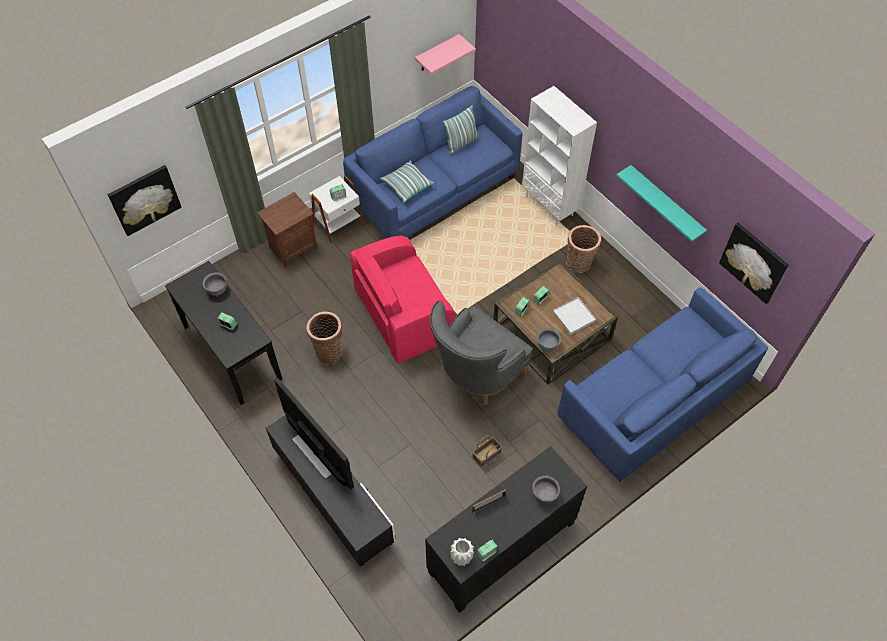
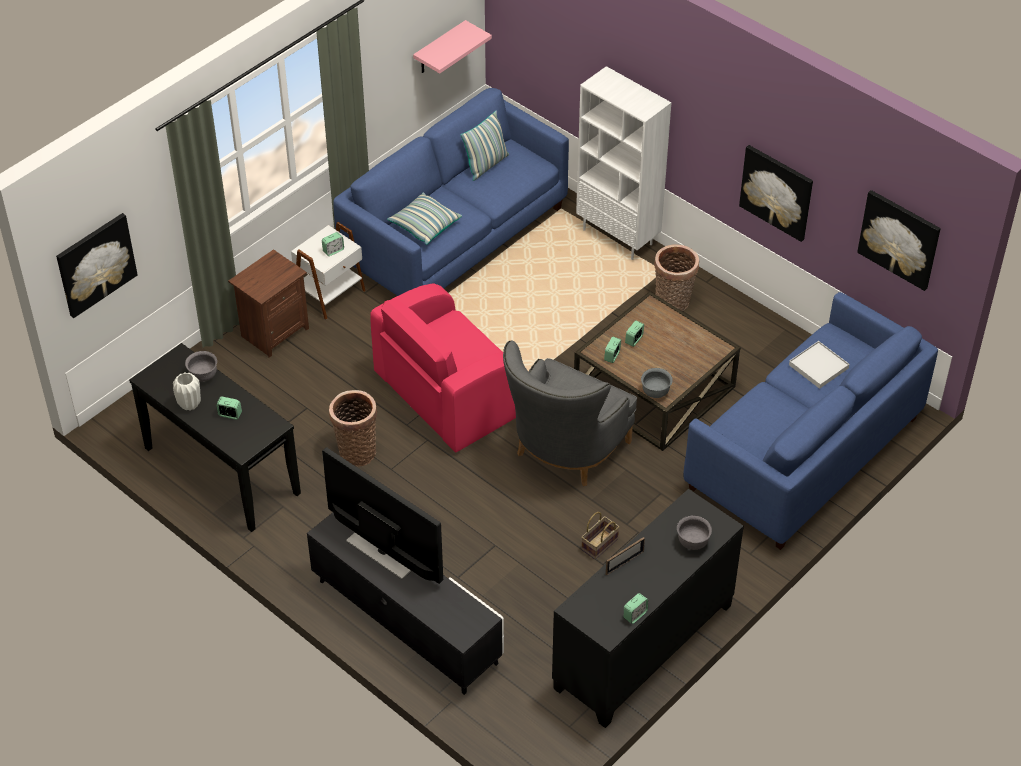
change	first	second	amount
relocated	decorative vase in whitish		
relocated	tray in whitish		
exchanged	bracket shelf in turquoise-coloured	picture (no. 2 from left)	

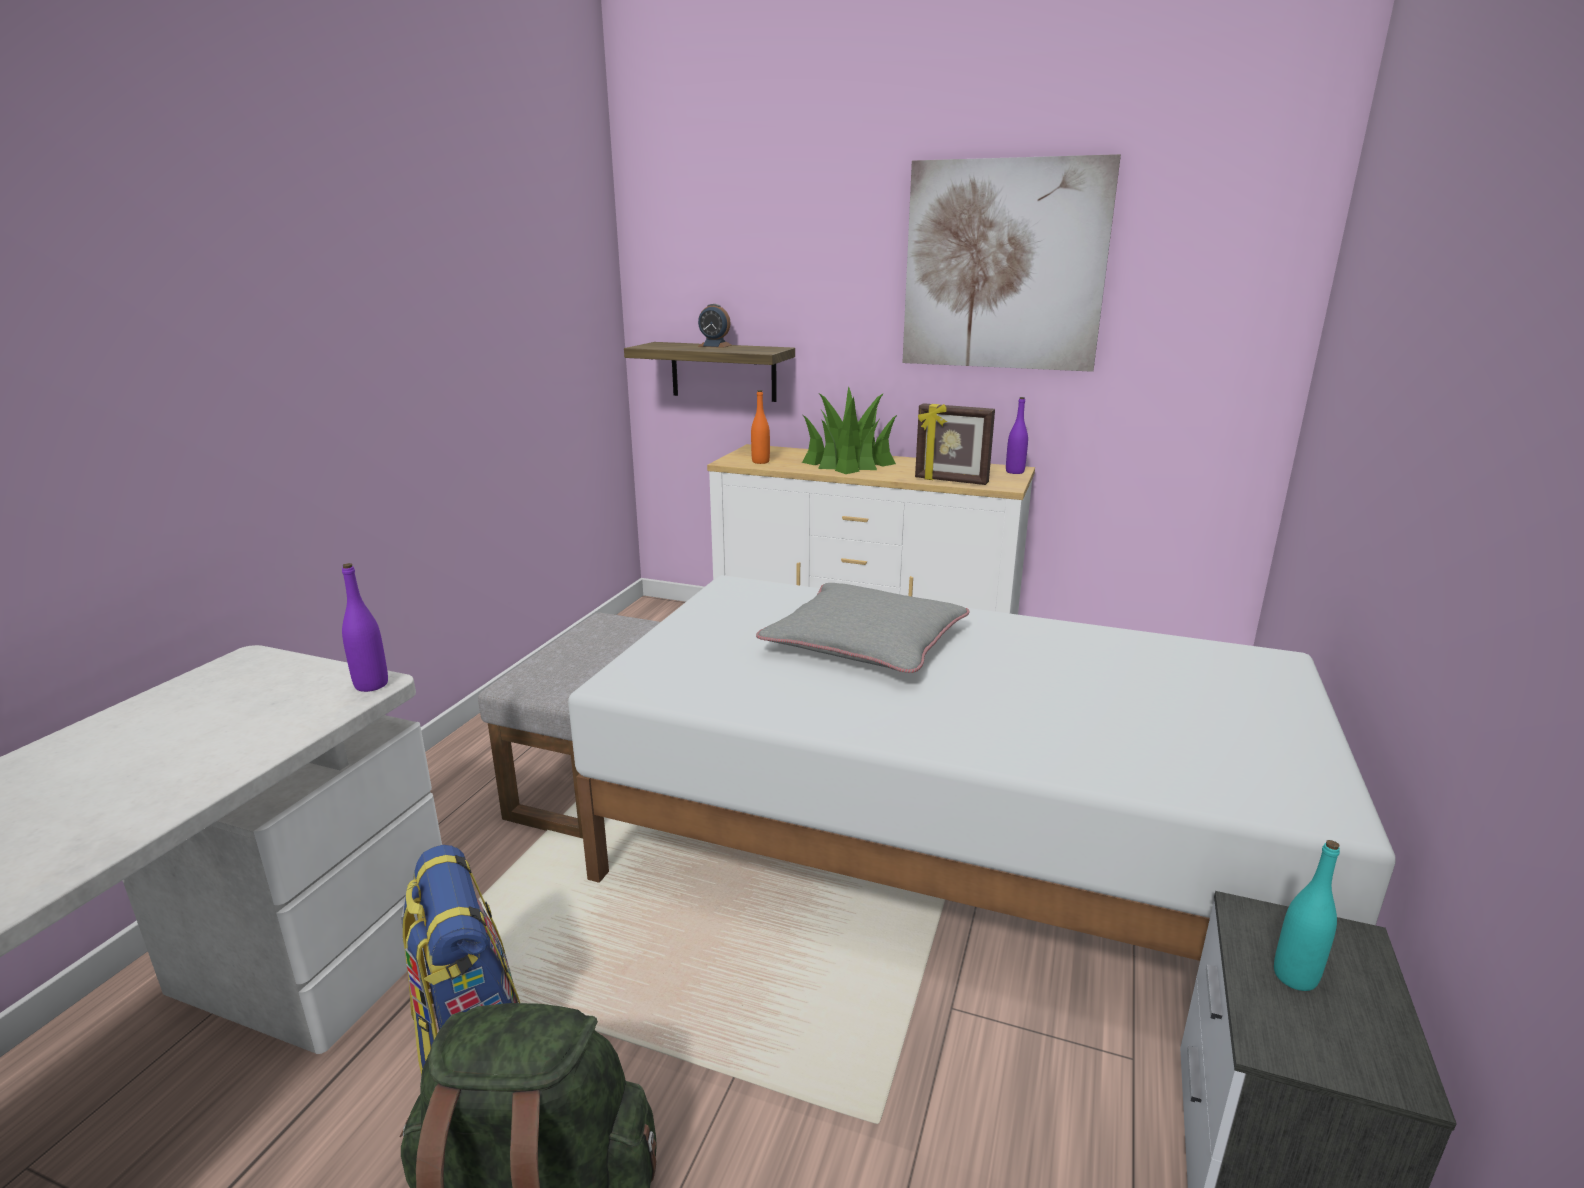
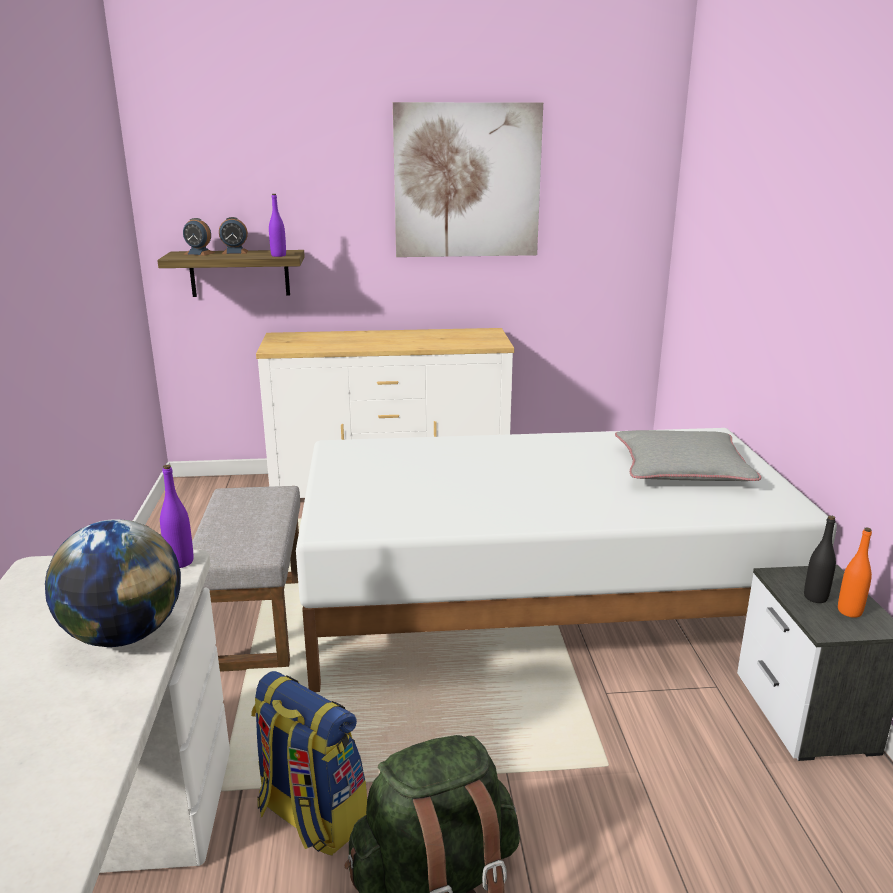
change	first	second	amount
missing	plant in a pot		
missing	picture frame		
appeared		globe	
appeared		bedside clock (no. 1 from left)	
relocated	drink bottle in orangey		
relocated	cushion in greyish		
relocated	drink bottle in purple (no. 2 from left)		
colour	drink bottle in turquoise-coloured	drink bottle in blackish	

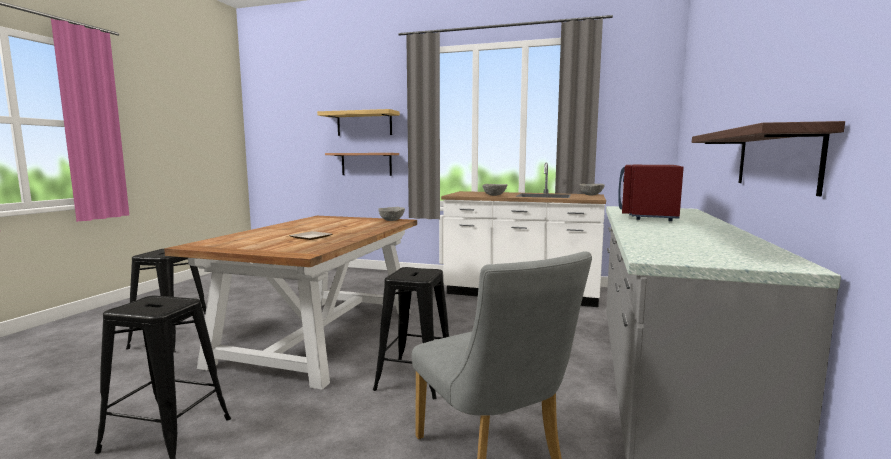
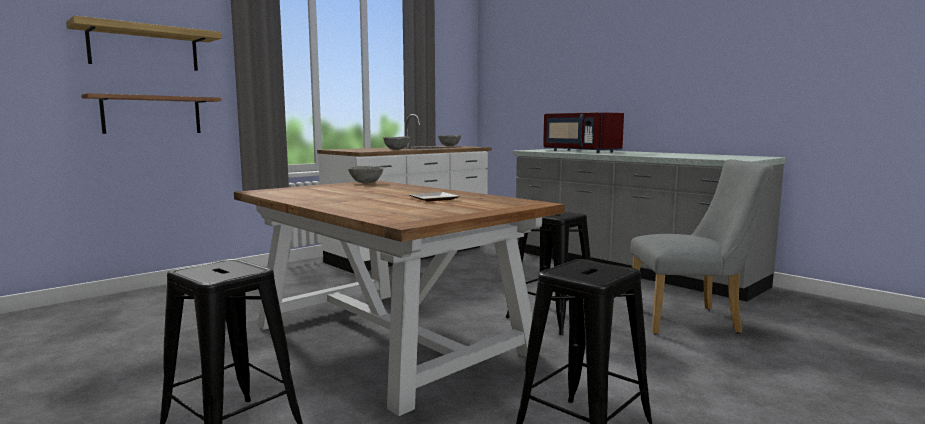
change	first	second	amount
missing	bracket shelf (no. 3 from left)		

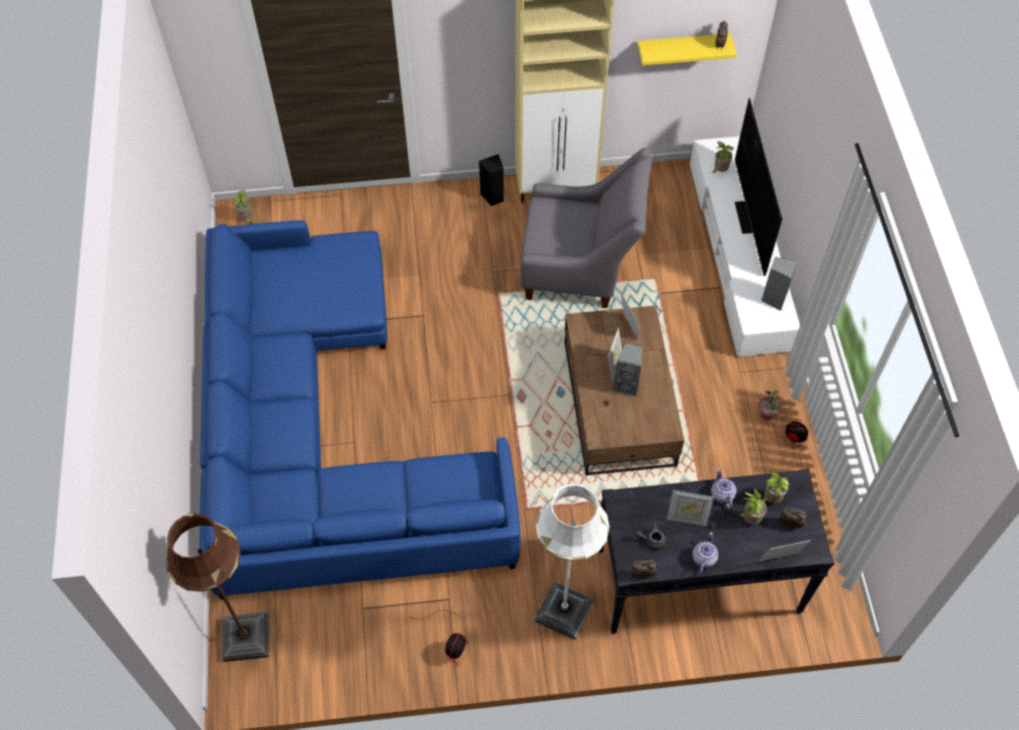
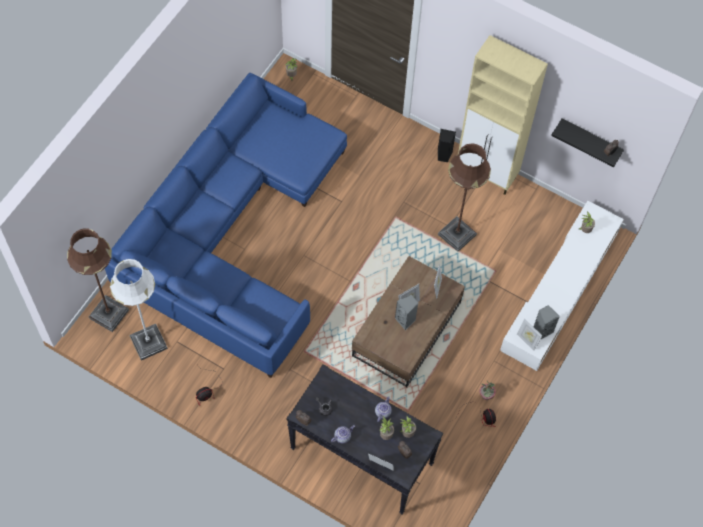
change	first	second	amount
missing	television		
relocated	floor lamp in whitish		
relocated	picture frame (no. 3 from left in the first image)	picture frame (no. 4 from left)	
exchanged	lounge chair in greyish	floor lamp in brown (no. 2 from left)	
colour	bracket shelf in yellow	bracket shelf in blackish	

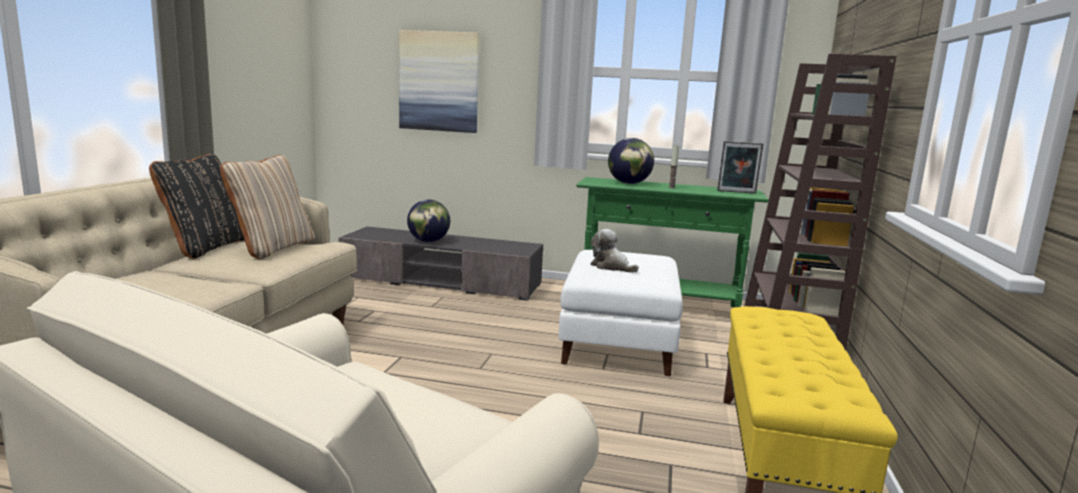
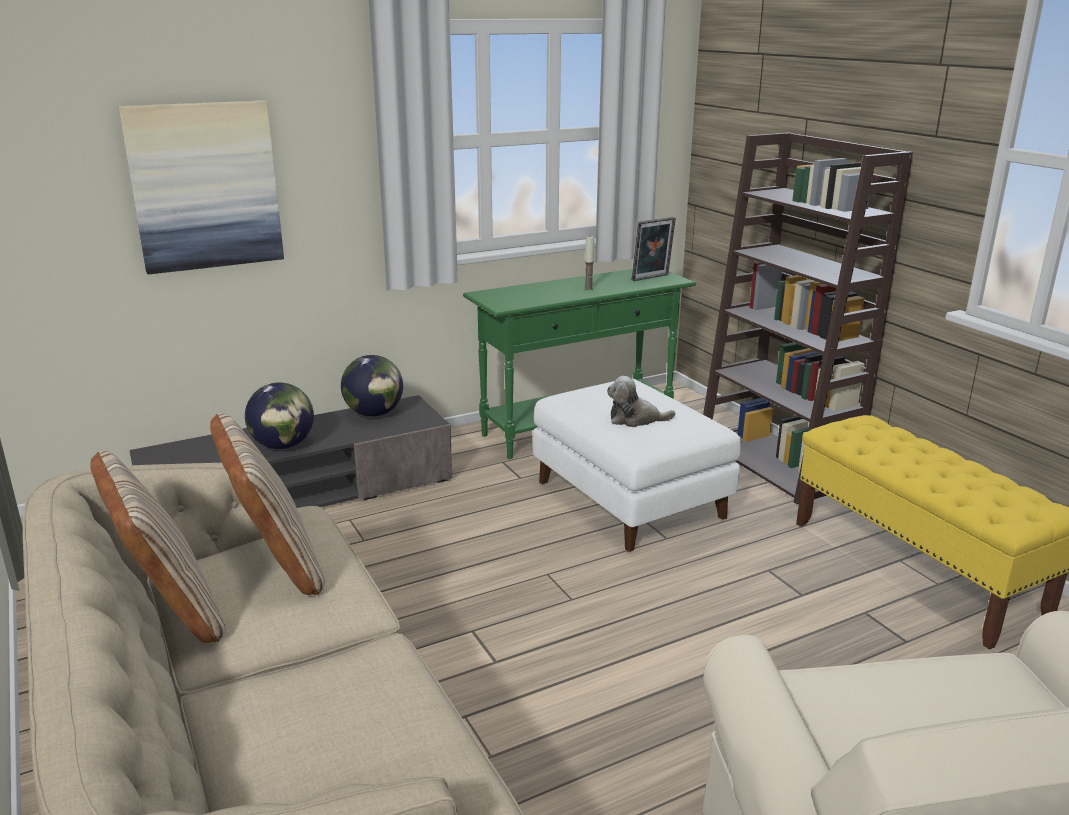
change	first	second	amount
relocated	globe (no. 2 from left)		
colour	cushion in blackish	cushion in beige (no. 1 from left)	

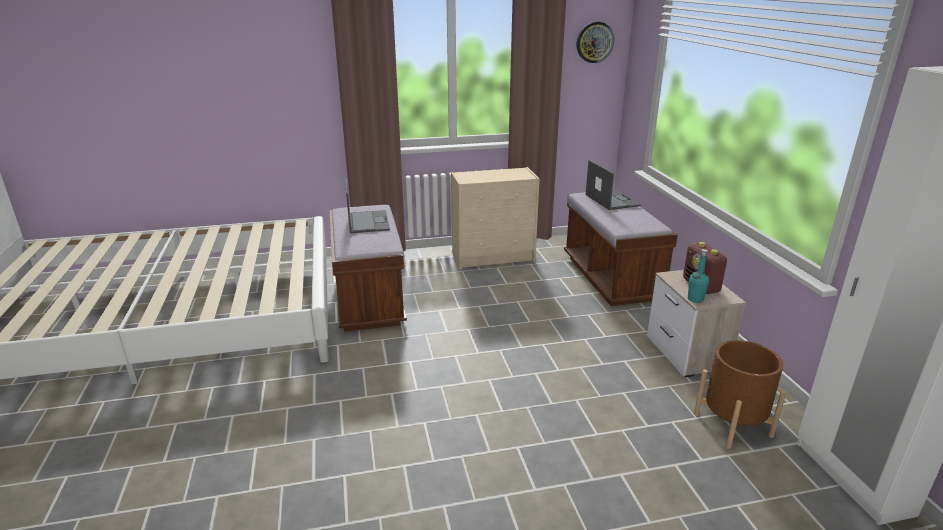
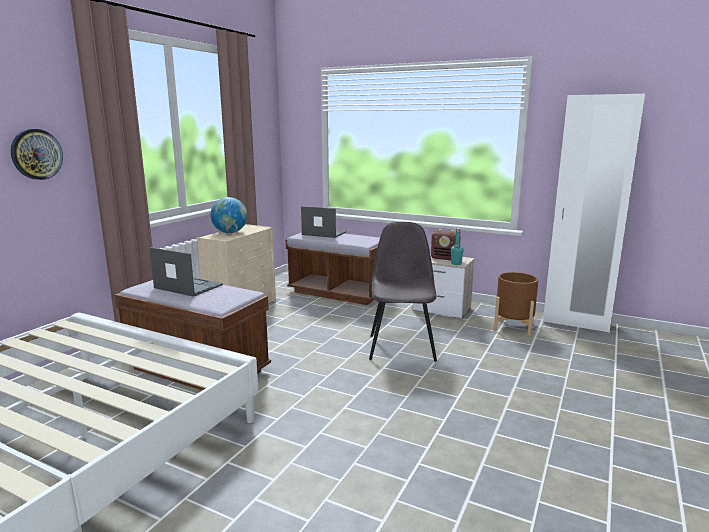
change	first	second	amount
appeared		globe	
appeared		upright chair in greyish	
relocated	hanging clock		

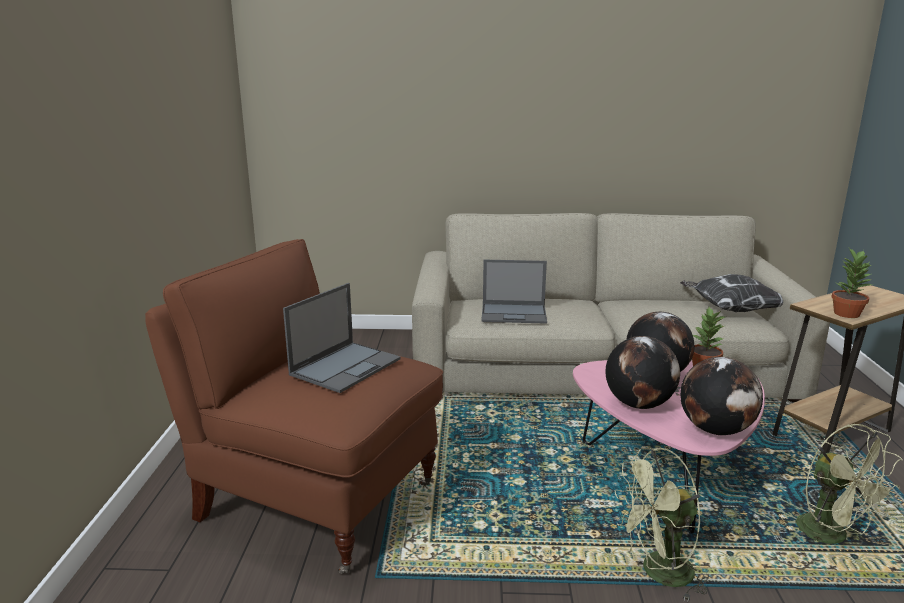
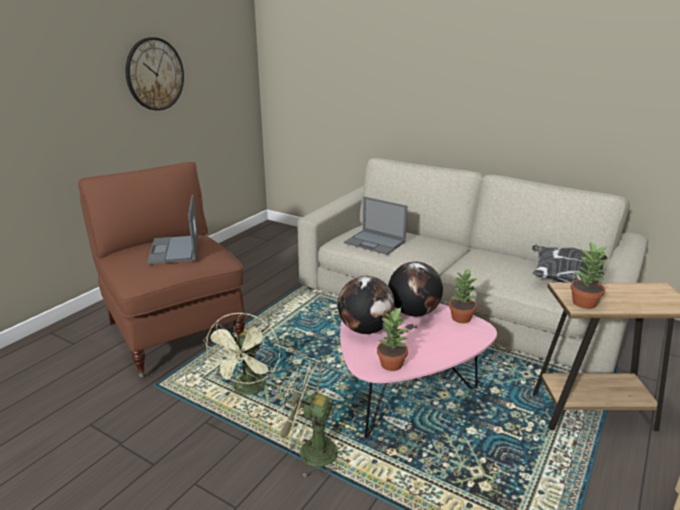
change	first	second	amount
appeared		hanging clock	
relocated	fan in green (no. 2 from left in the first image)	fan in green (no. 1 from left)	
exchanged	globe (no. 3 from left)	plant in a pot (no. 1 from left)	
spun	laptop (no. 1 from left)		105 degrees clockwise

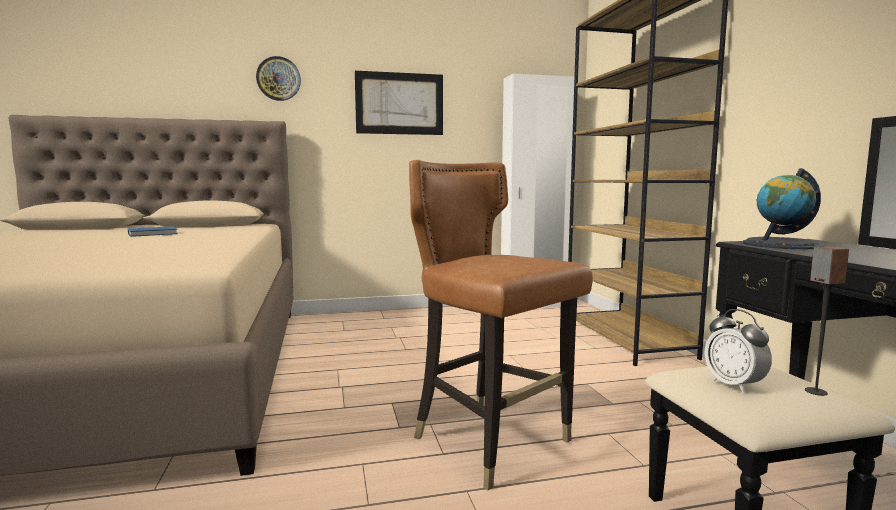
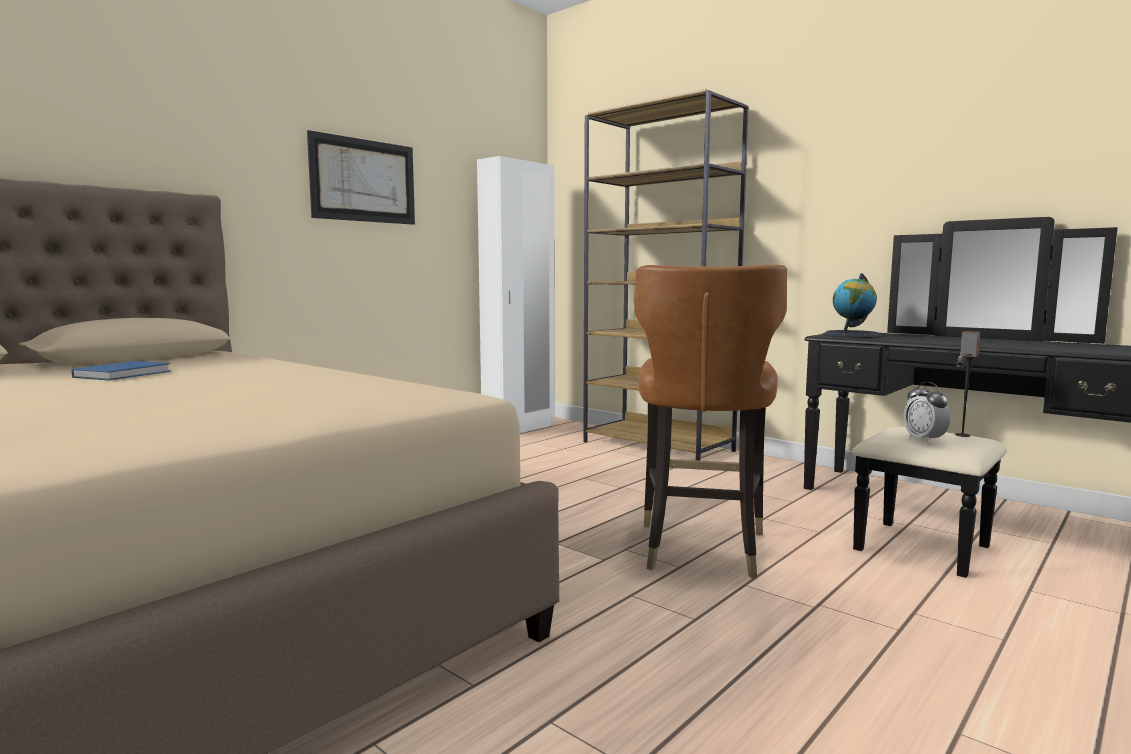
change	first	second	amount
missing	hanging clock		
spun	upright chair in brown		90 degrees counterclockwise
spun	bedside clock		45 degrees clockwise

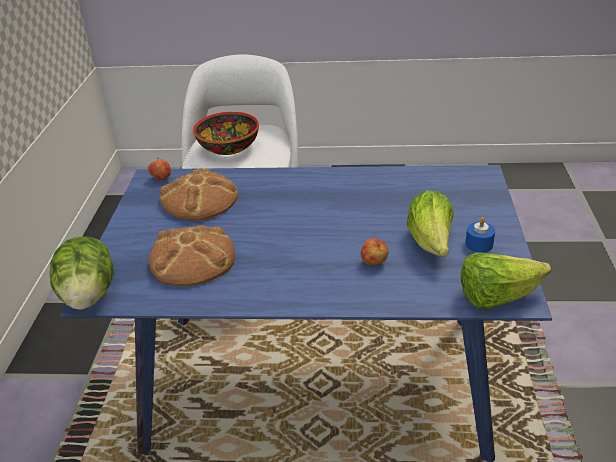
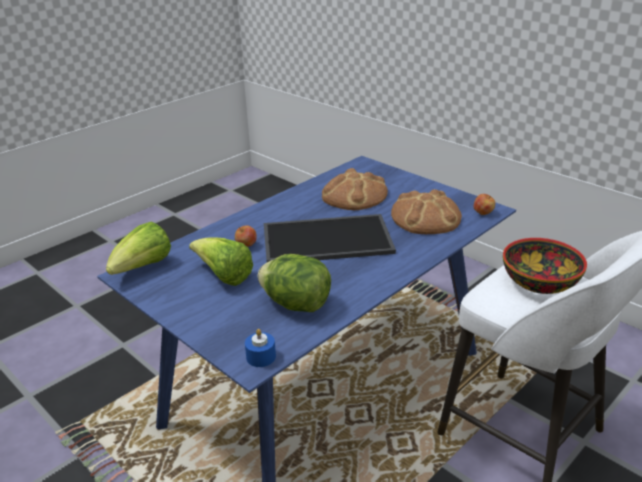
change	first	second	amount
appeared		tray	
relocated	head of lettuce (no. 1 from left in the first image)	head of lettuce (no. 3 from left)	
relocated	wax light in bluish		

